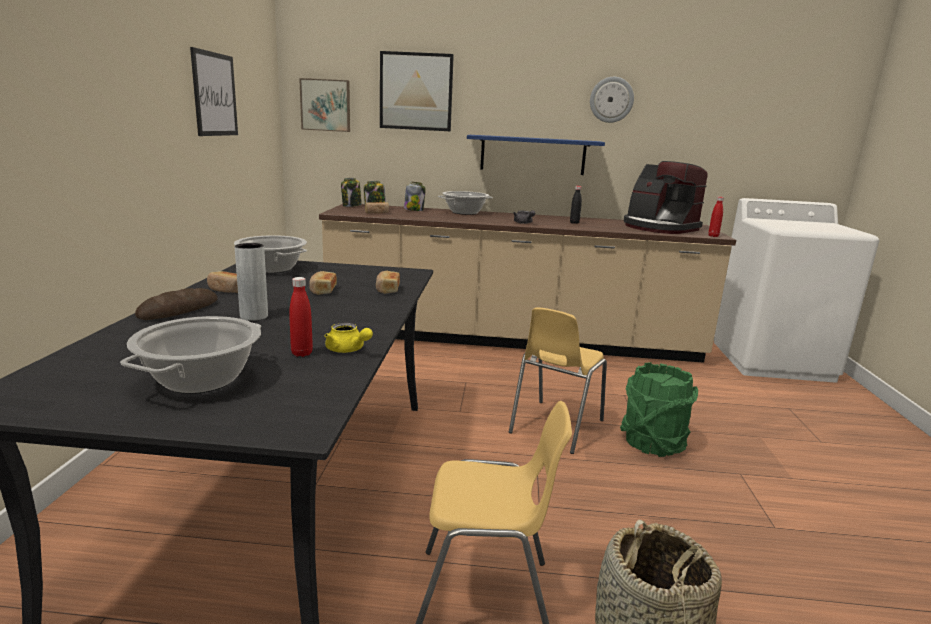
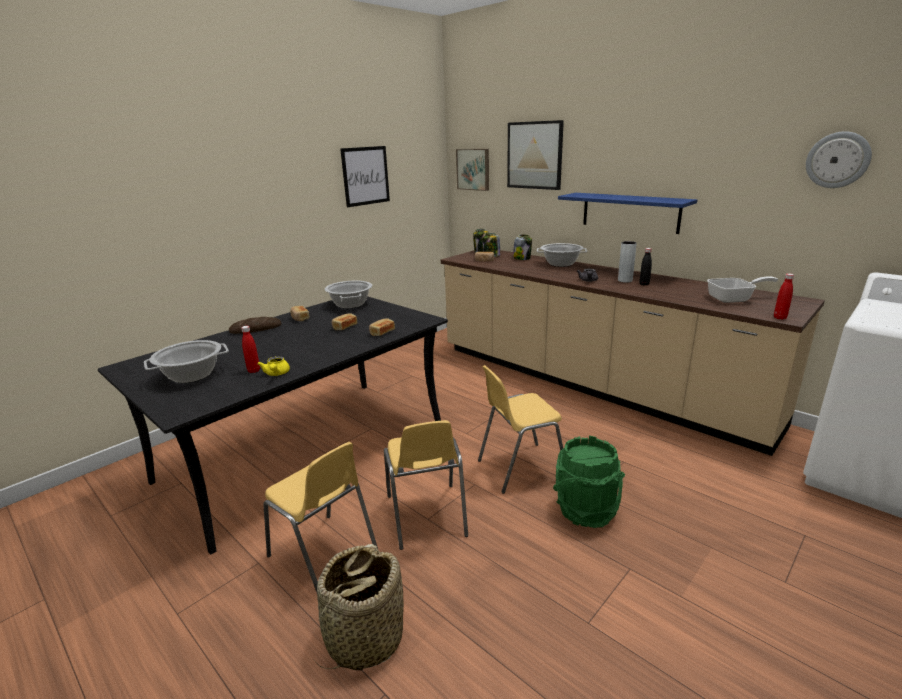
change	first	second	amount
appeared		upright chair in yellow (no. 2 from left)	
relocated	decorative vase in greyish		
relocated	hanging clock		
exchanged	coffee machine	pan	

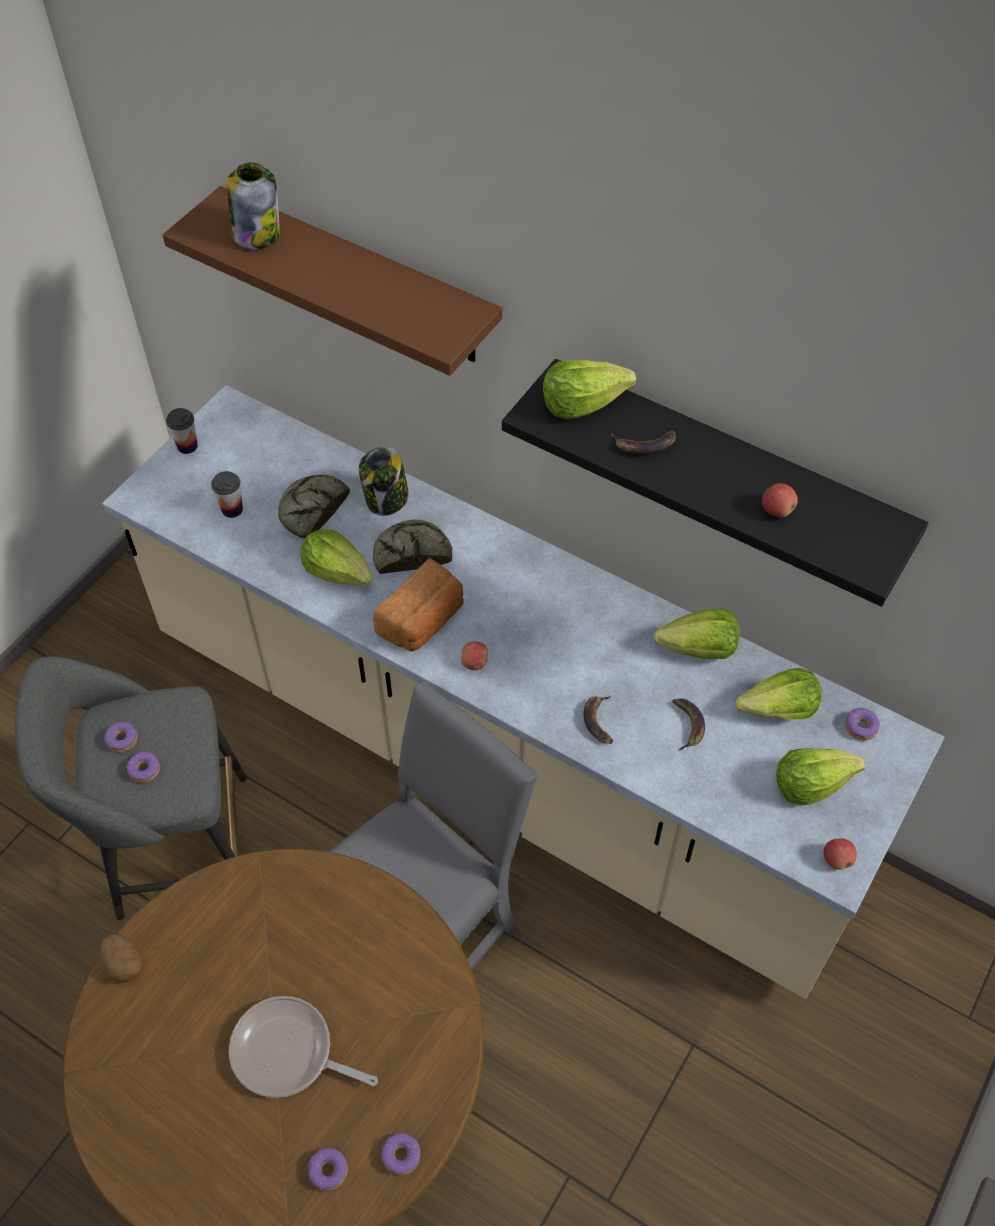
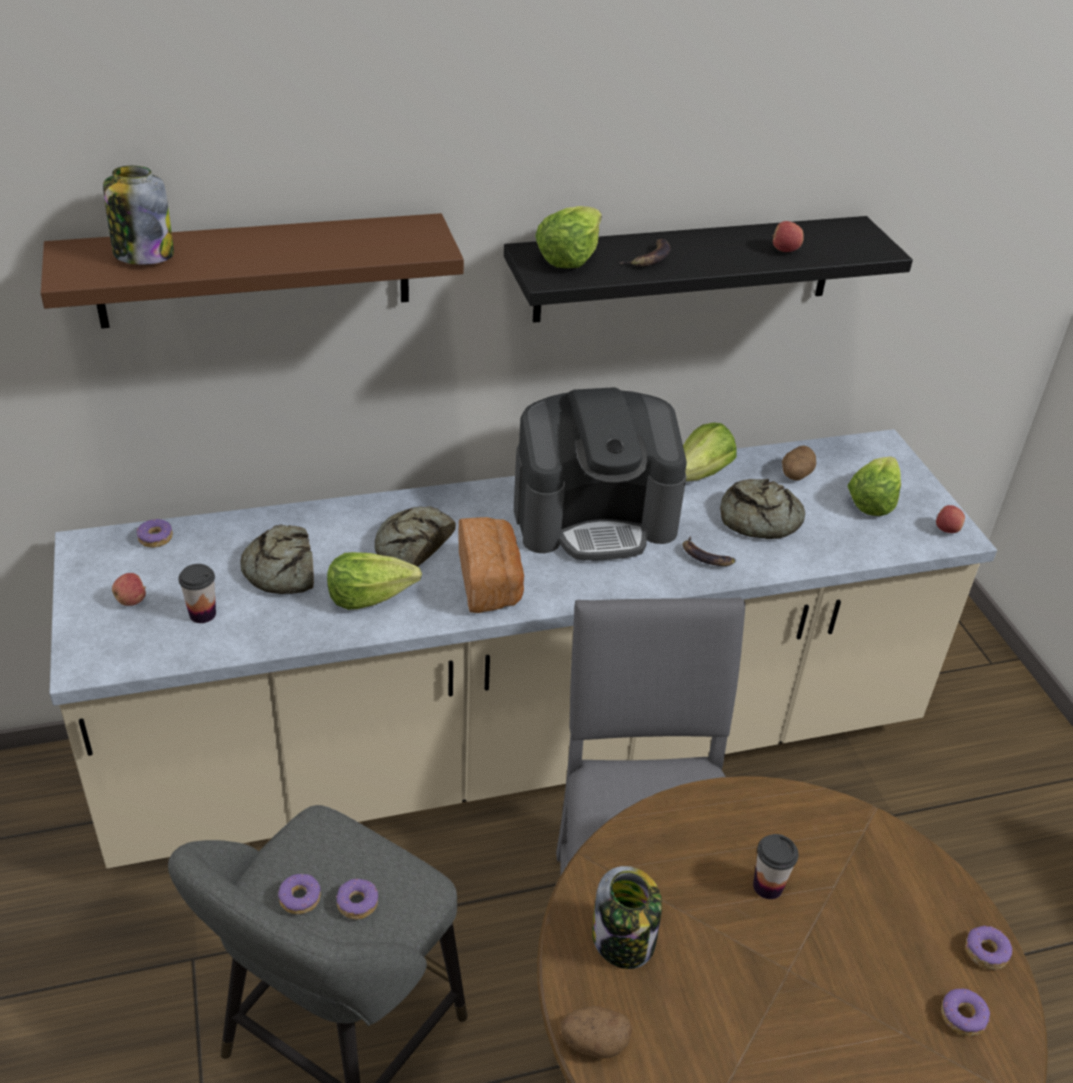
change	first	second	amount
missing	pan		
appeared		coffee machine	
relocated	cup (no. 1 from left in the first image)	cup (no. 2 from left)	
relocated	storage jar (no. 2 from left)		
relocated	whole apple (no. 1 from left)		
relocated	doughnut (no. 5 from left in the first image)	doughnut (no. 1 from left)	
exchanged	banana (no. 3 from left)	baked bread (no. 4 from left)	
exchanged	head of lettuce (no. 4 from left)	spud (no. 2 from left)	

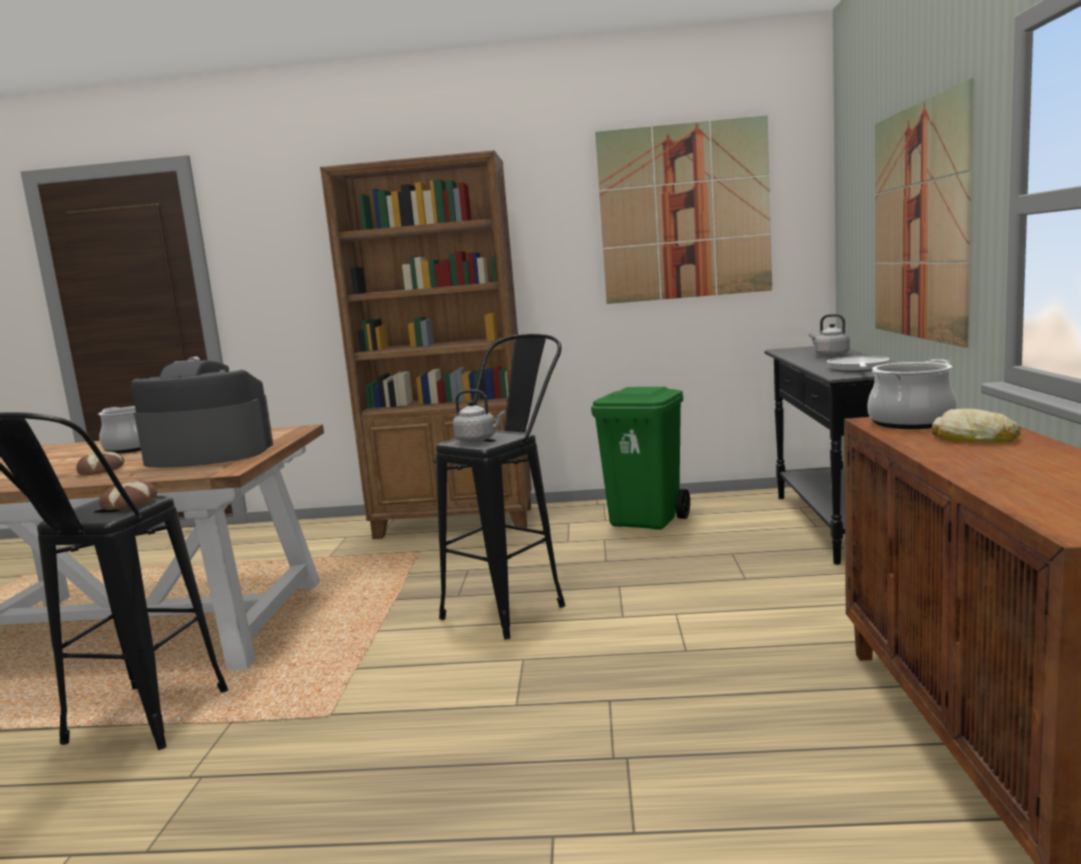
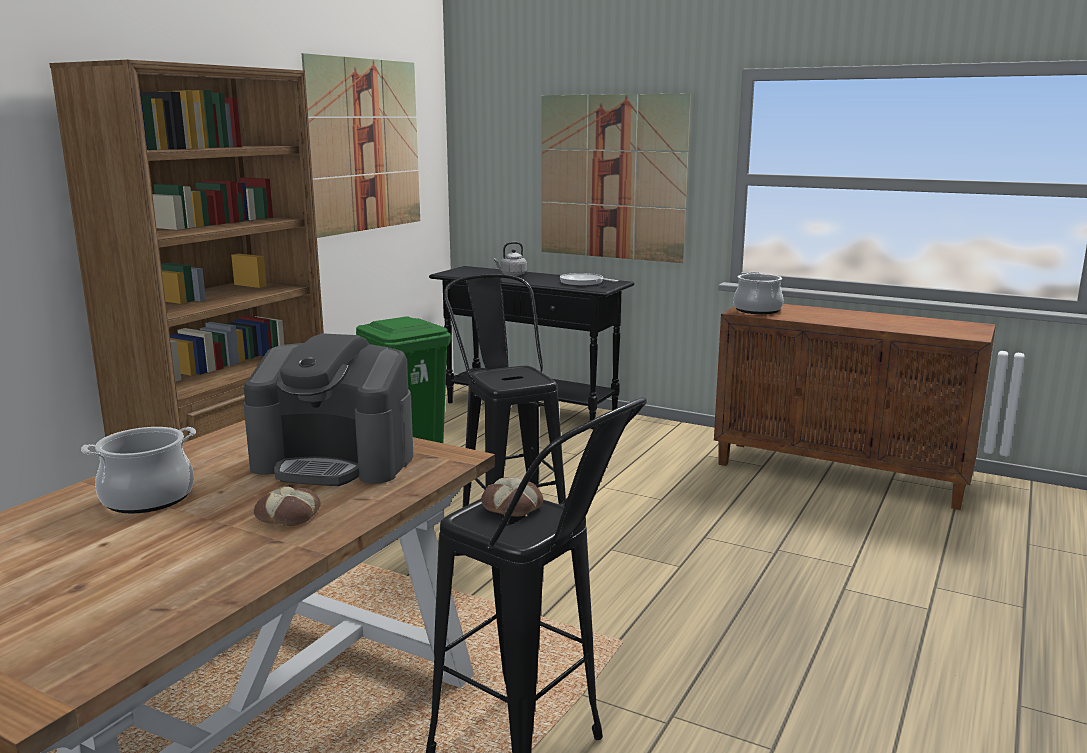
change	first	second	amount
missing	kettle in greyish (no. 1 from left)		
missing	baked bread (no. 3 from left)		
spun	coffee machine		105 degrees counterclockwise

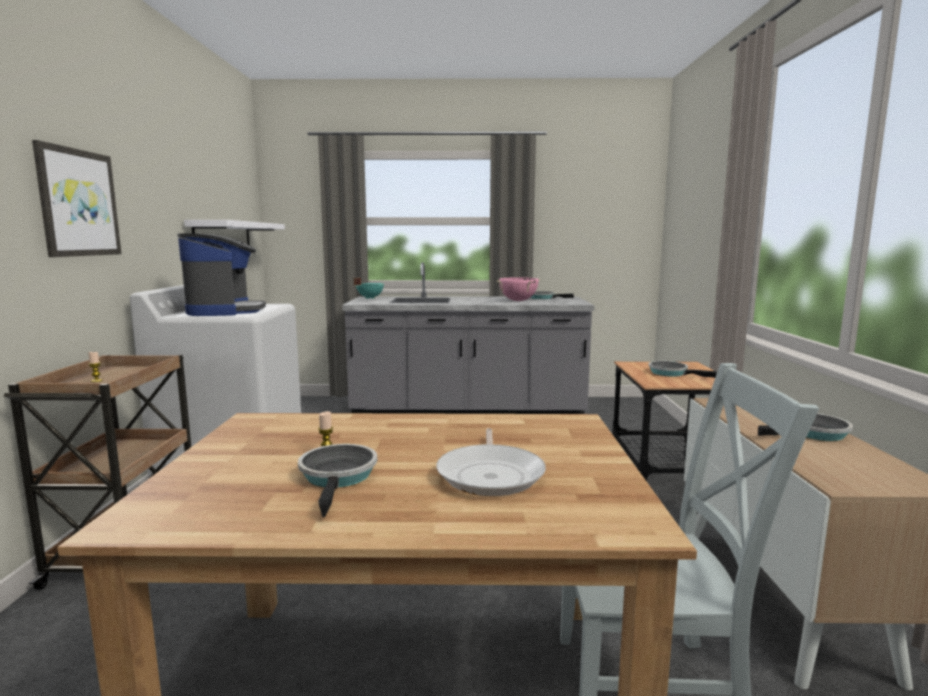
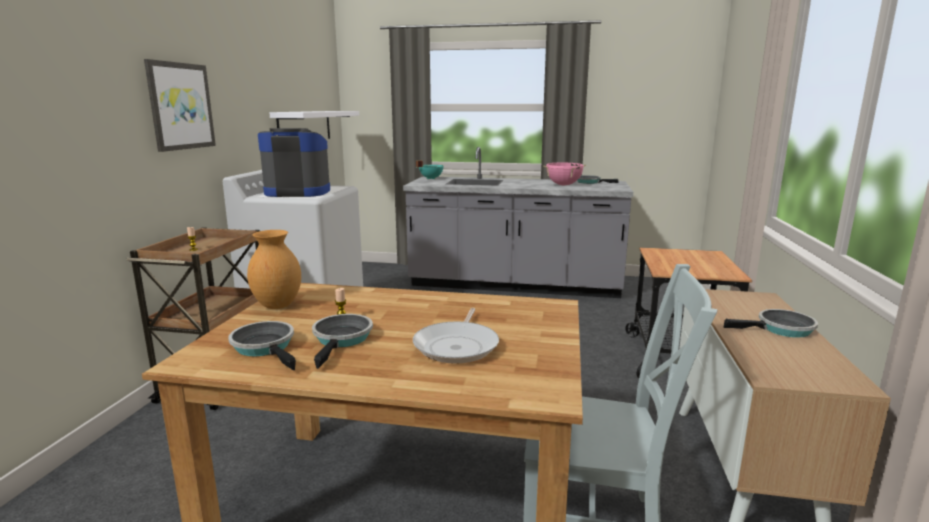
change	first	second	amount
appeared		decorative vase in brown	
relocated	pan (no. 4 from left in the first image)	pan (no. 1 from left)	
spun	coffee machine		90 degrees counterclockwise

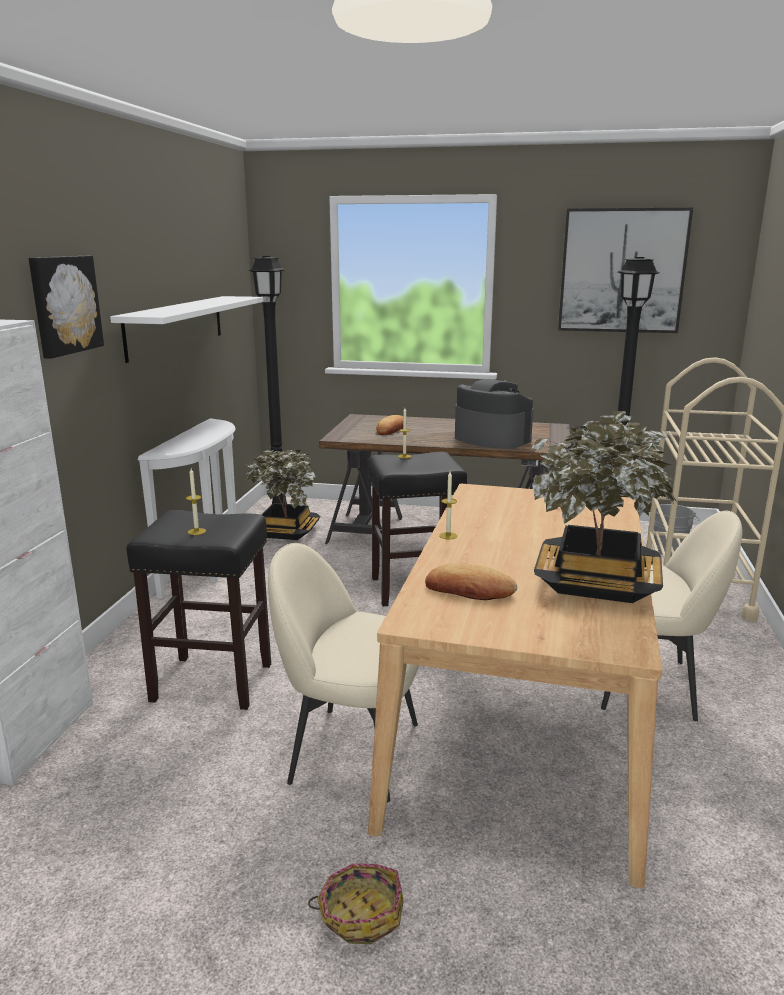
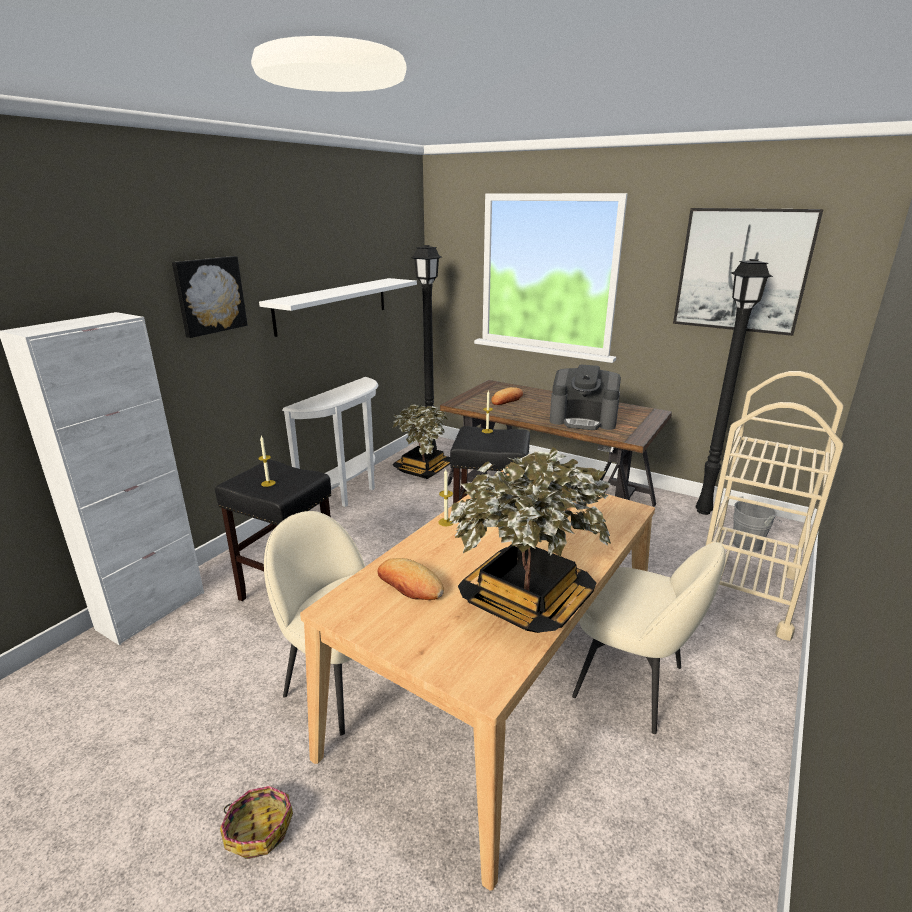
change	first	second	amount
spun	coffee machine		135 degrees clockwise

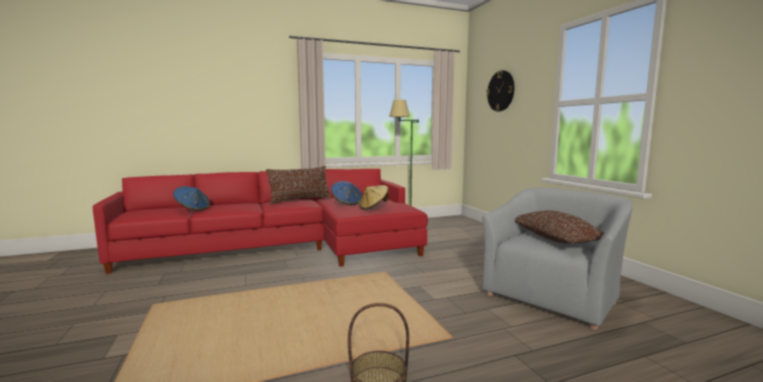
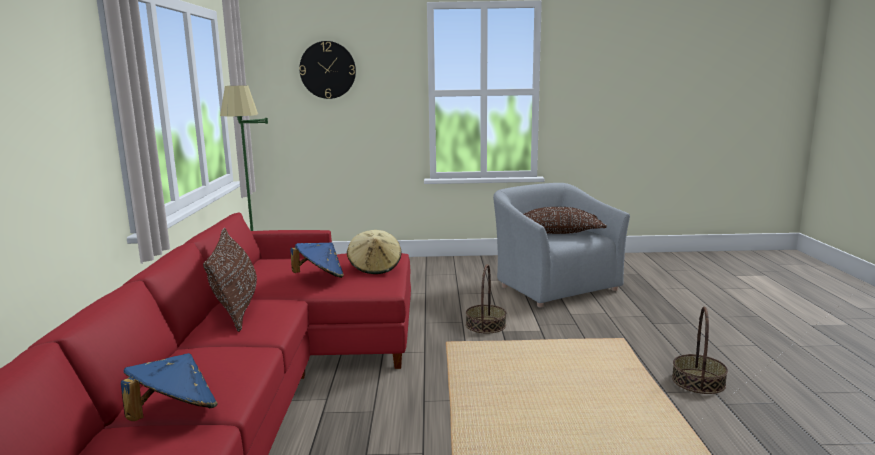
change	first	second	amount
appeared		storage basket (no. 1 from left)	

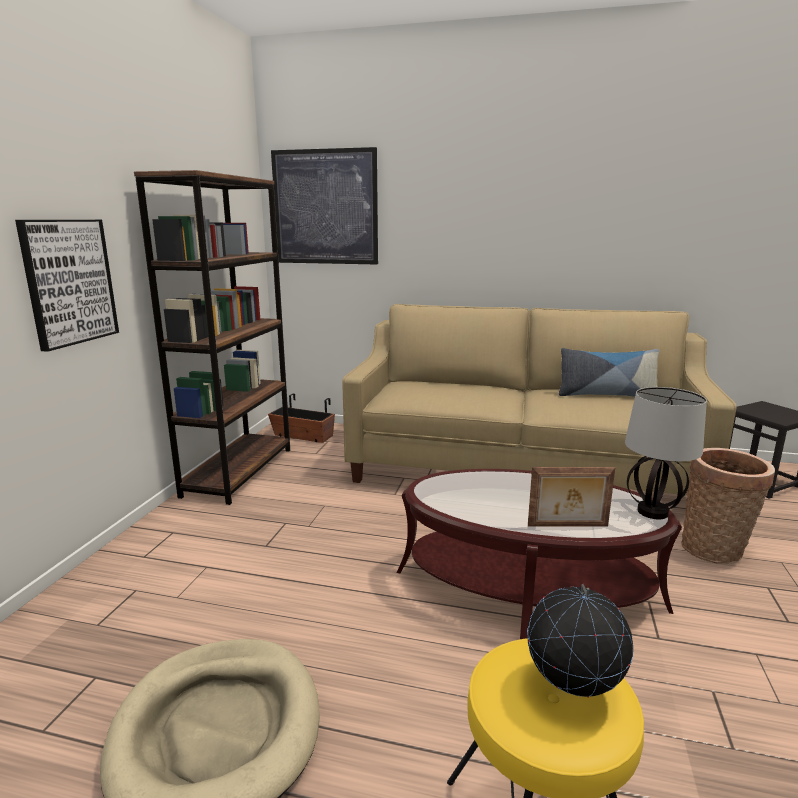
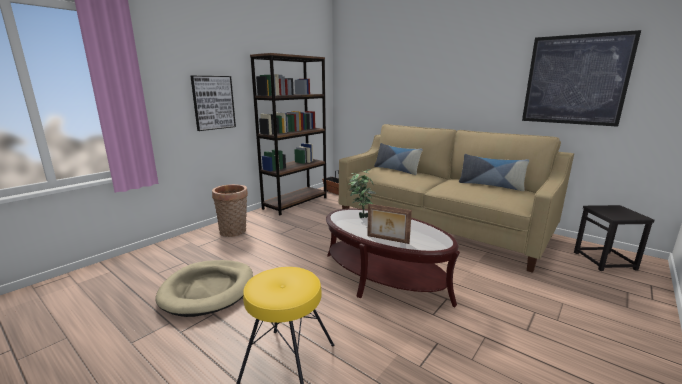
change	first	second	amount
missing	globe		
missing	tabletop lamp		
appeared		plant in a pot	
appeared		cushion (no. 1 from left)	
relocated	picture (no. 2 from left)		
relocated	storage basket		

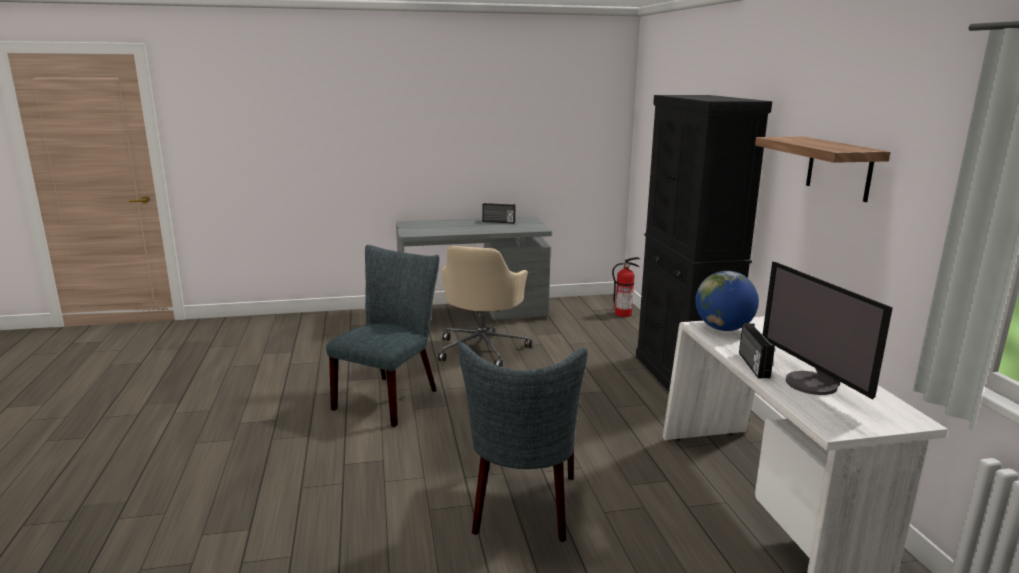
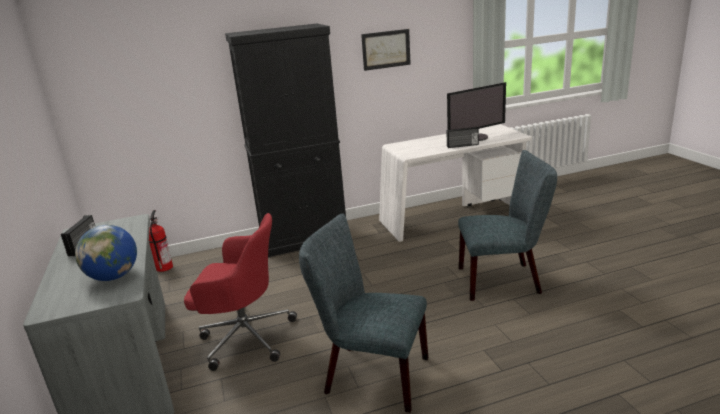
change	first	second	amount
relocated	globe		
exchanged	bracket shelf	picture	
colour	computer chair in beige	computer chair in reddish	

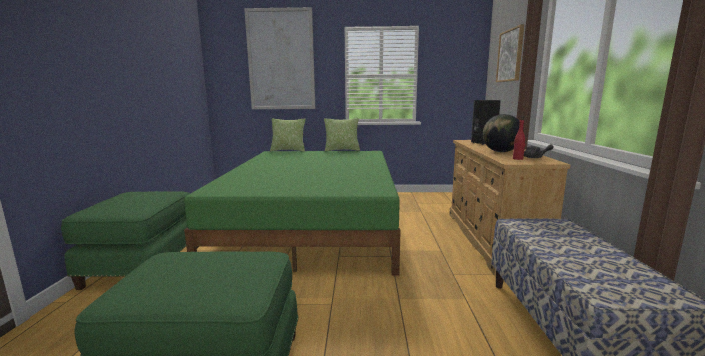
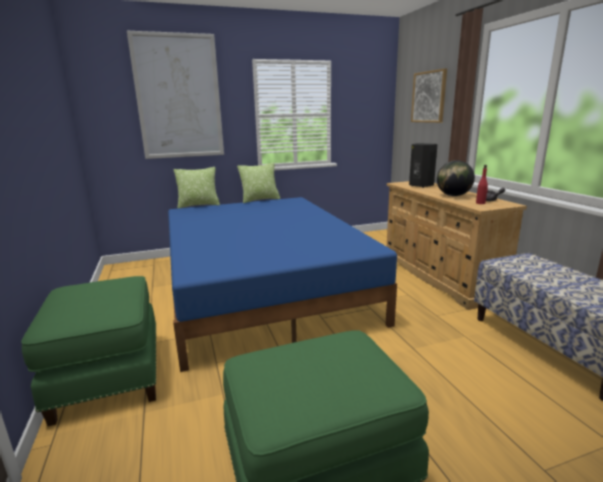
change	first	second	amount
colour	bed in green	bed in bluish	

